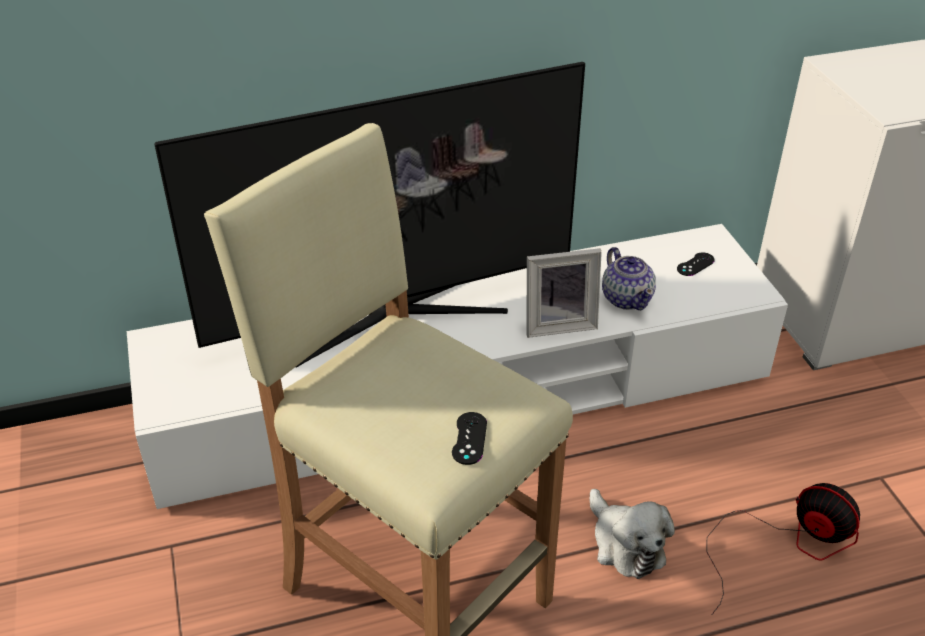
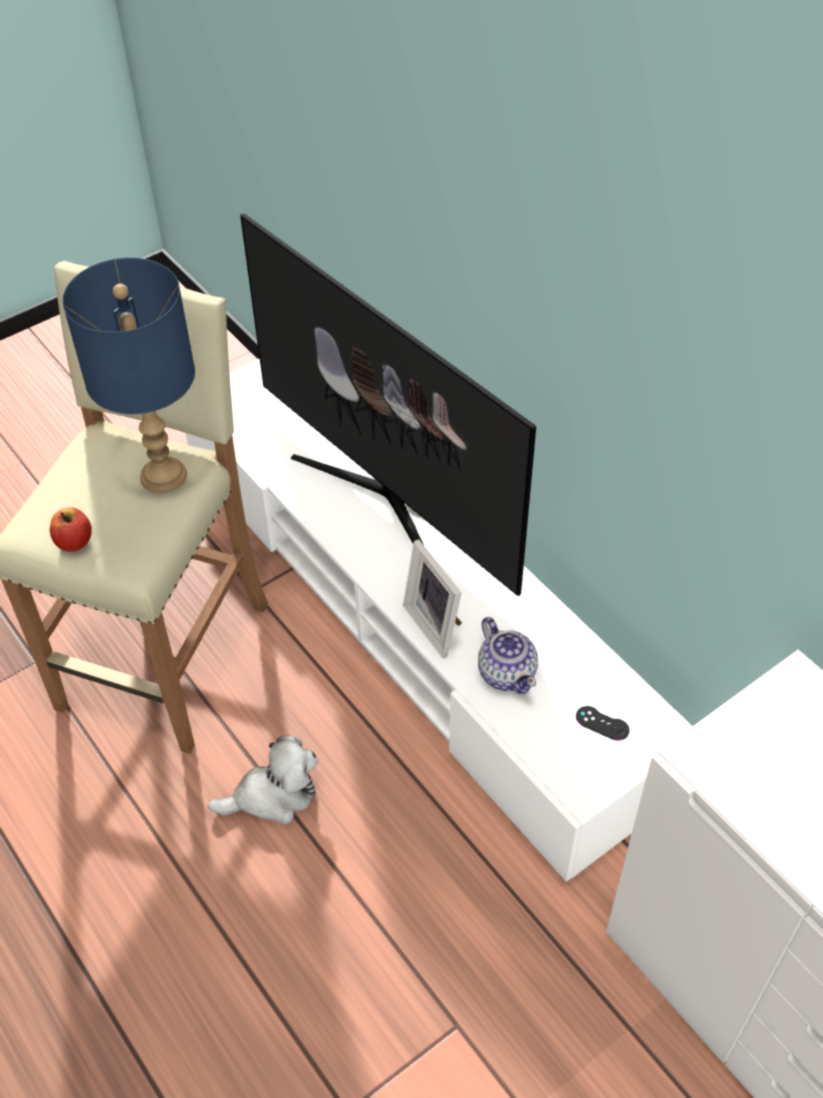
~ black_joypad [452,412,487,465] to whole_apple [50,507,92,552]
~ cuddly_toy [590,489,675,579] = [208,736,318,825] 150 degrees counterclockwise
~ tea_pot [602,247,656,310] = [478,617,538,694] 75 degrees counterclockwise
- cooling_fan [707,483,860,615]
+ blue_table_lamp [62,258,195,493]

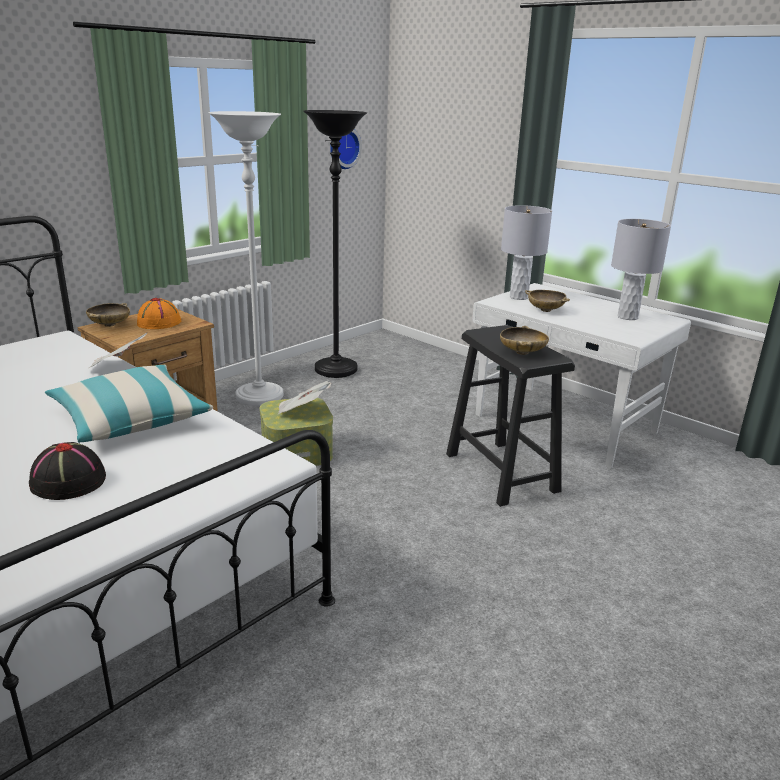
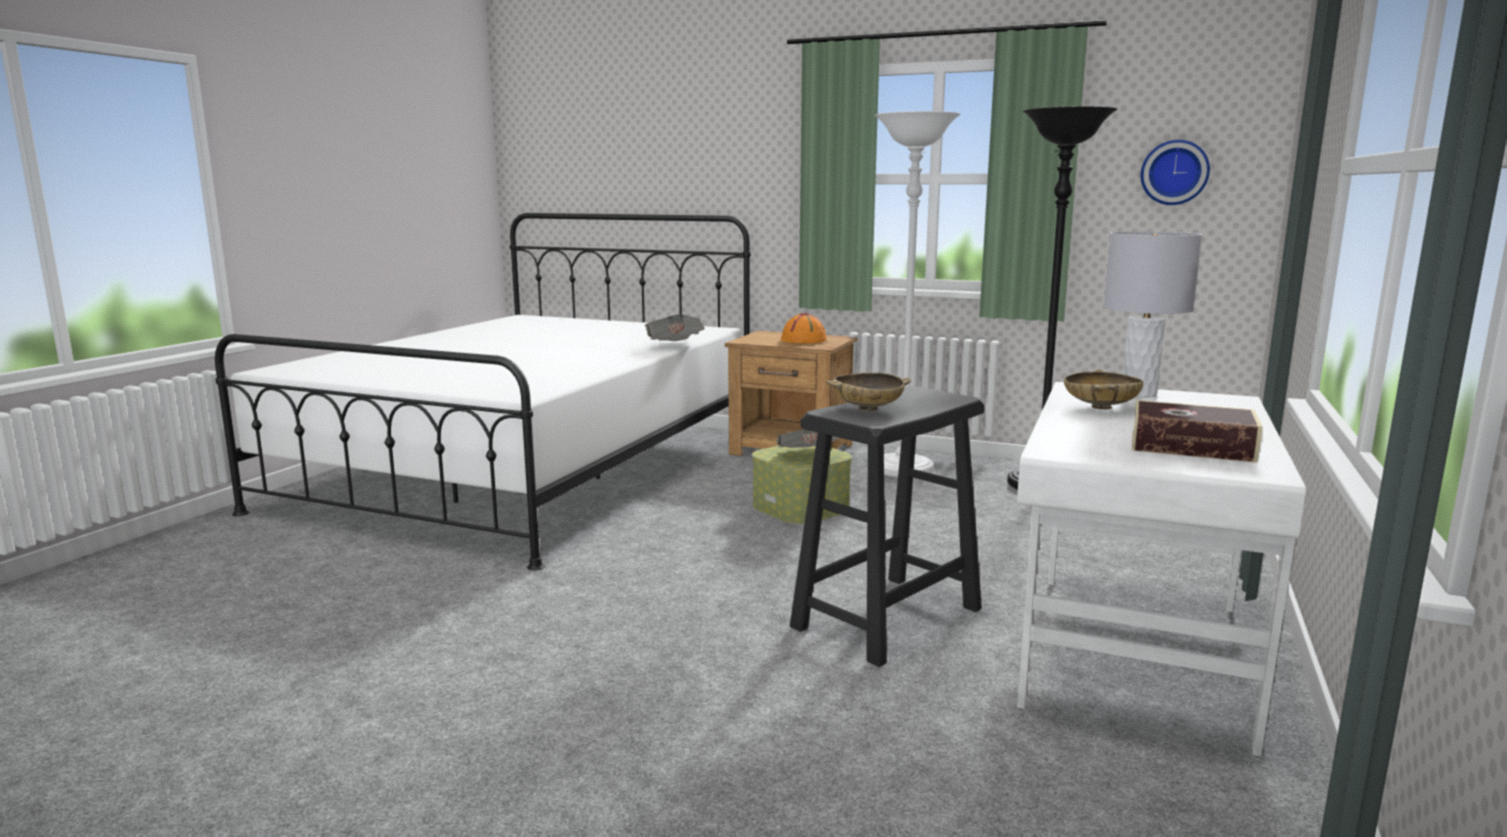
- black_wearable_hat [29,442,106,500]
- throw_pillow [45,365,213,443]
- sand-coloured_deep_dish [86,303,130,327]
~ grey_table_lamp [611,219,671,320] to volume [1132,400,1262,463]

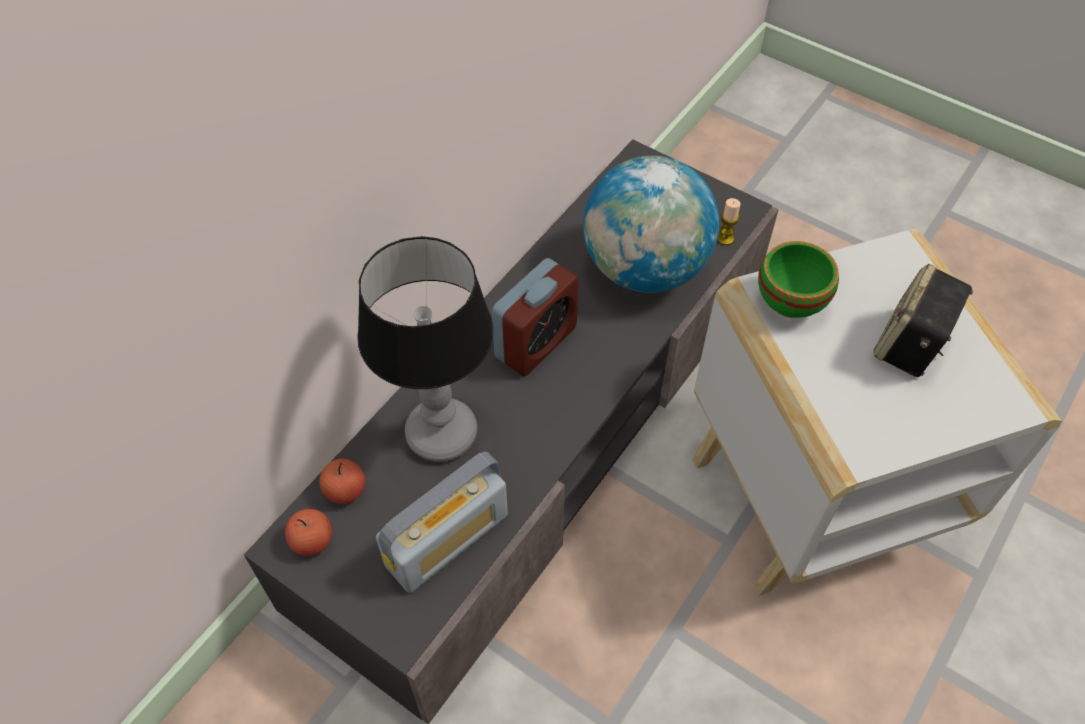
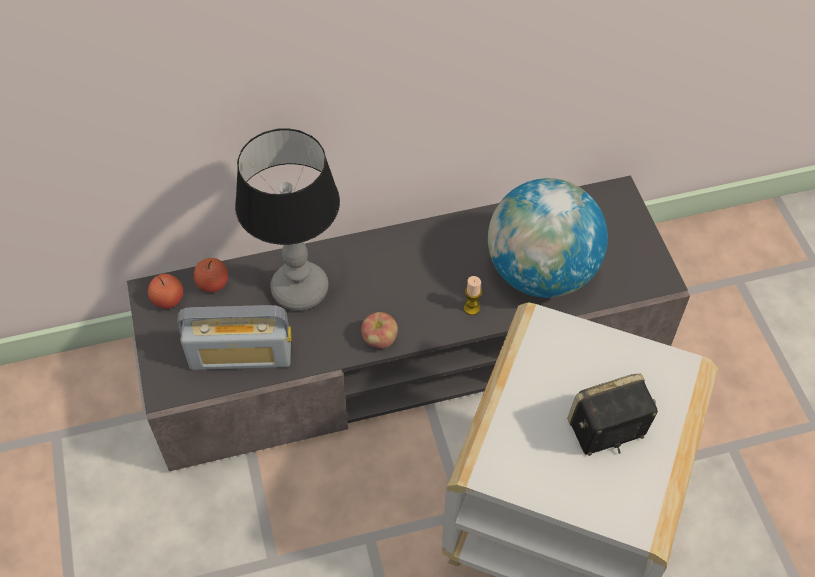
- table_clock [492,258,579,376]
~ candle [717,198,741,245] to [464,276,482,315]
- green-coloured_deep_dish [758,241,839,318]
+ whole_apple [361,312,398,349]

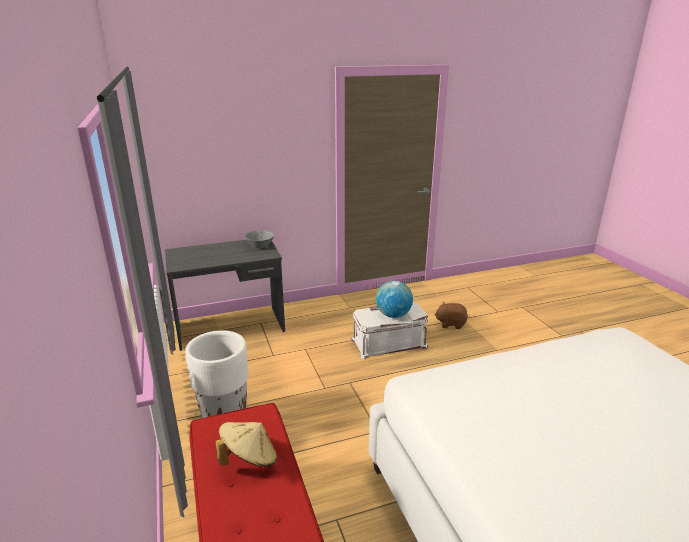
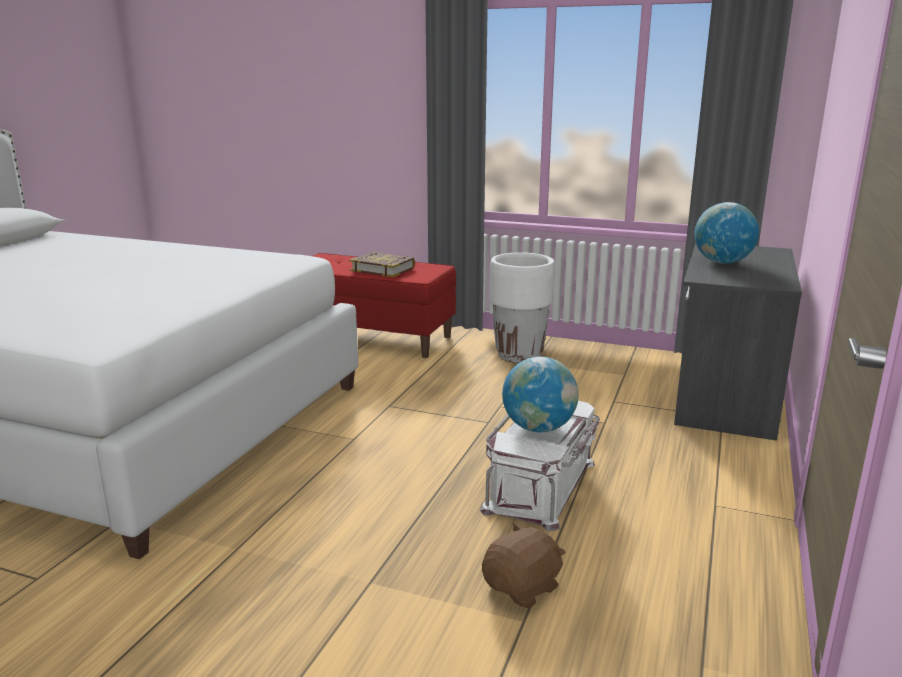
~ sand-coloured_wearable_hat [216,422,277,467] to volume [349,252,415,277]
- grey_deep_dish [245,230,274,248]
+ desk_globe [694,202,759,264]

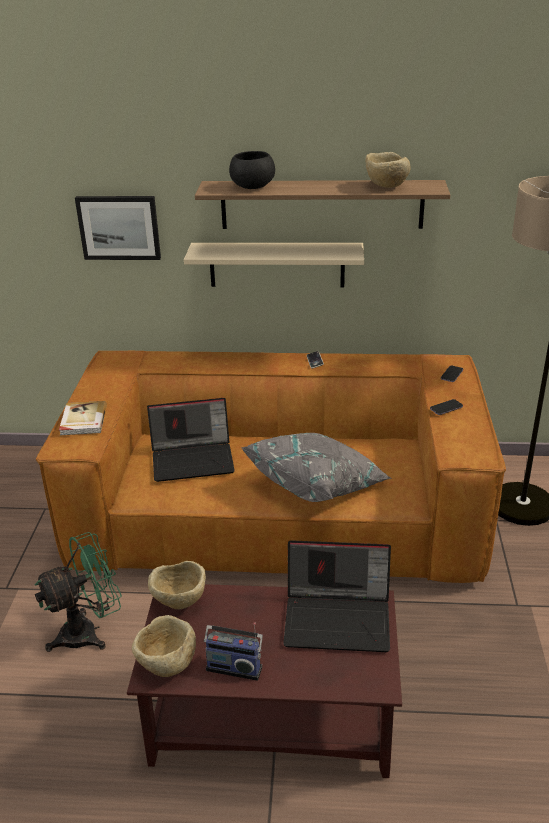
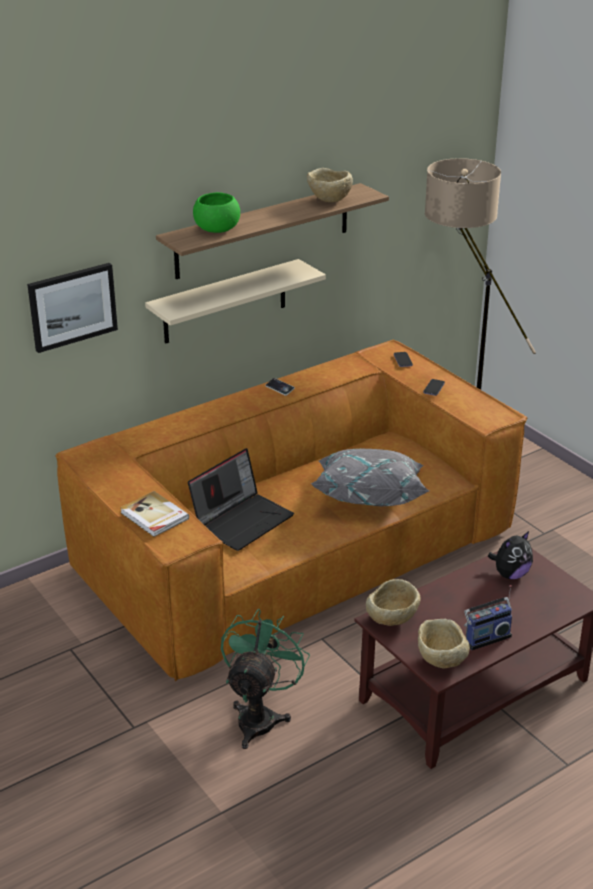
~ black_deep_dish [229,151,275,189] to green-coloured_deep_dish [193,192,240,233]
~ notebook_computer [283,540,391,652] to cuddly_toy [488,531,533,579]

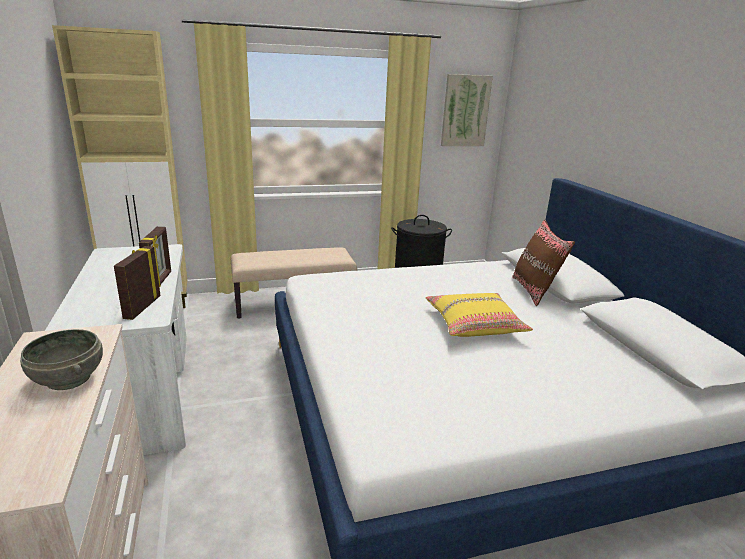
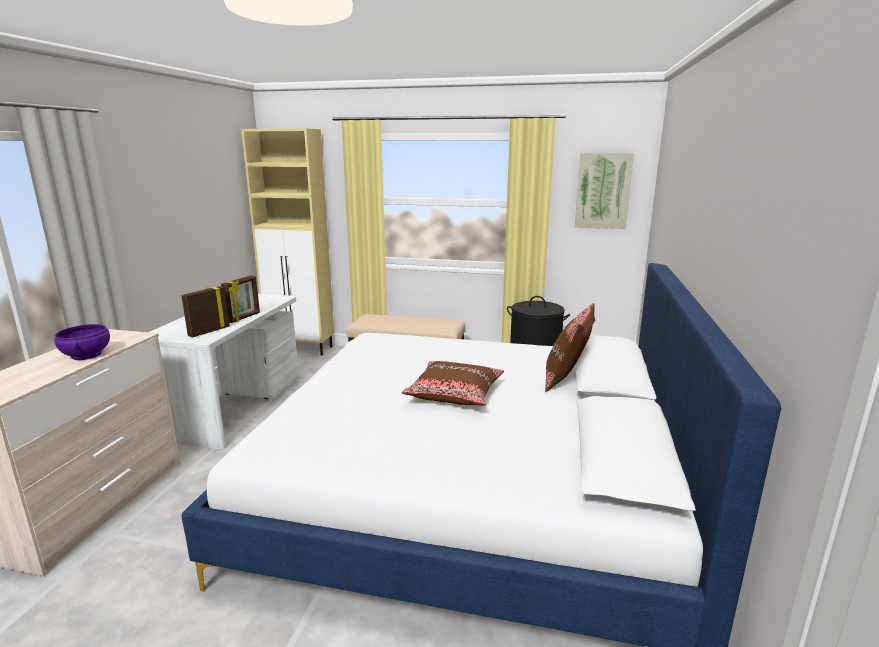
~ grey_deep_dish [20,329,103,390] to purplish_deep_dish [54,324,110,360]
~ yellow-coloured_throw_pillow [426,293,533,337] to brownish_throw_pillow [402,361,504,406]

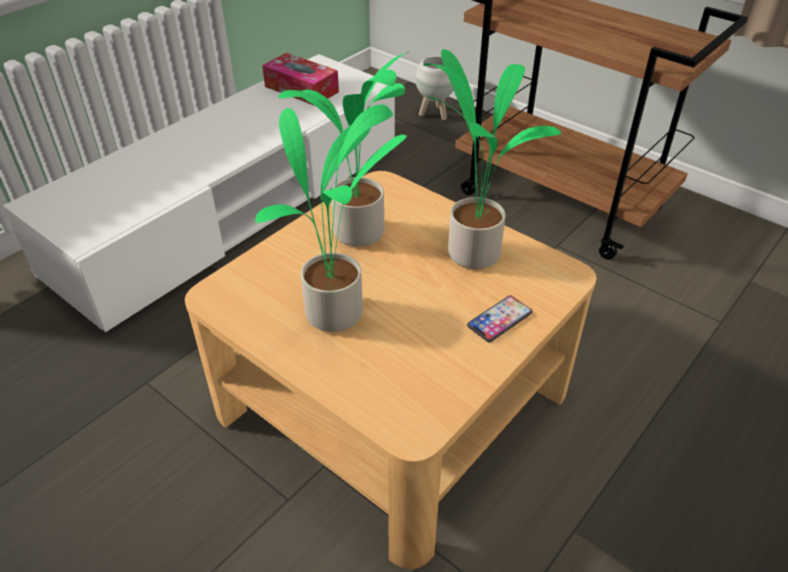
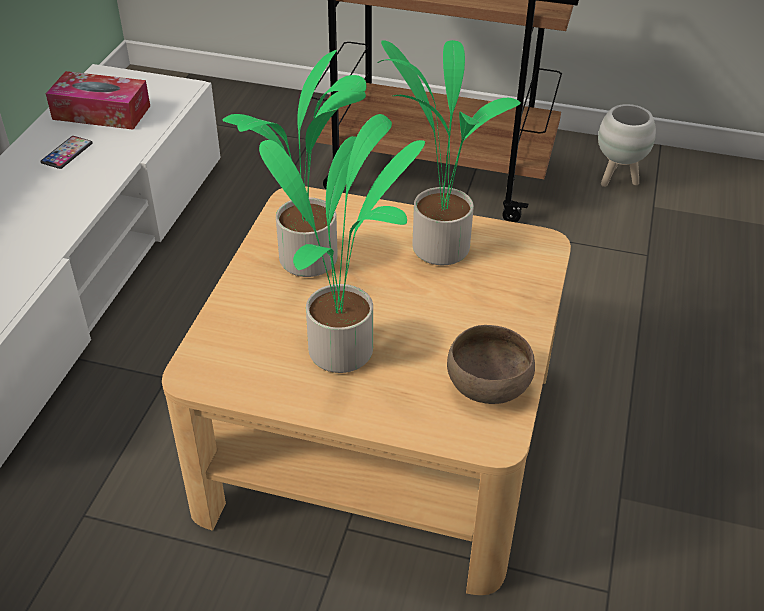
~ white_flower_pot [416,56,454,120] to [598,104,656,187]
~ handset [467,295,533,342] to [40,136,92,169]
+ brownish_deep_dish [447,325,535,404]

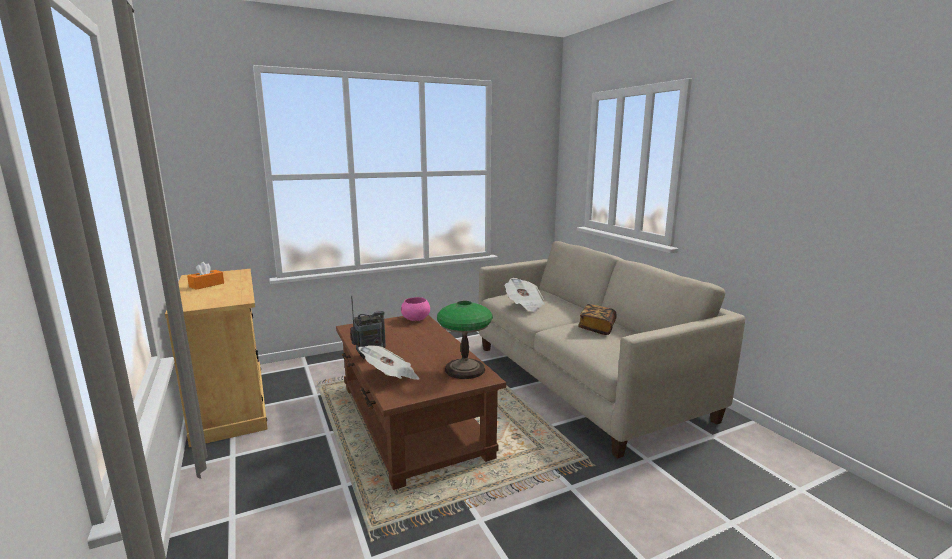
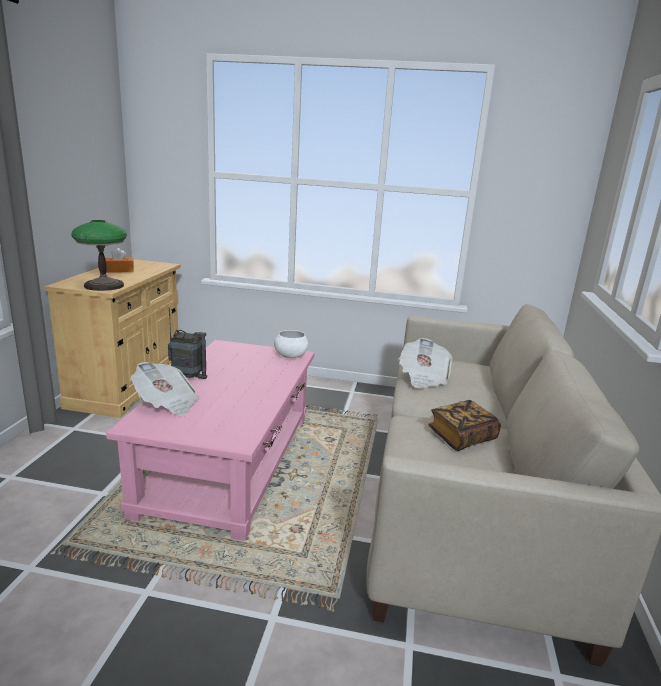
~ brownish_low_table [336,315,506,490] to pink_low_table [106,340,314,541]
~ pink_deep_dish [401,297,430,321] to white_deep_dish [274,330,308,358]
~ table_lamp [437,301,493,379] to [72,220,127,291]

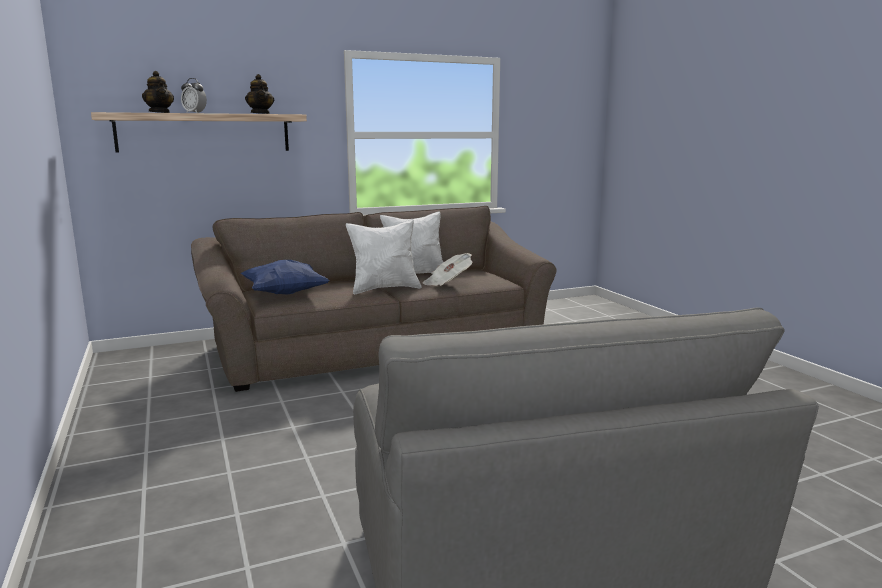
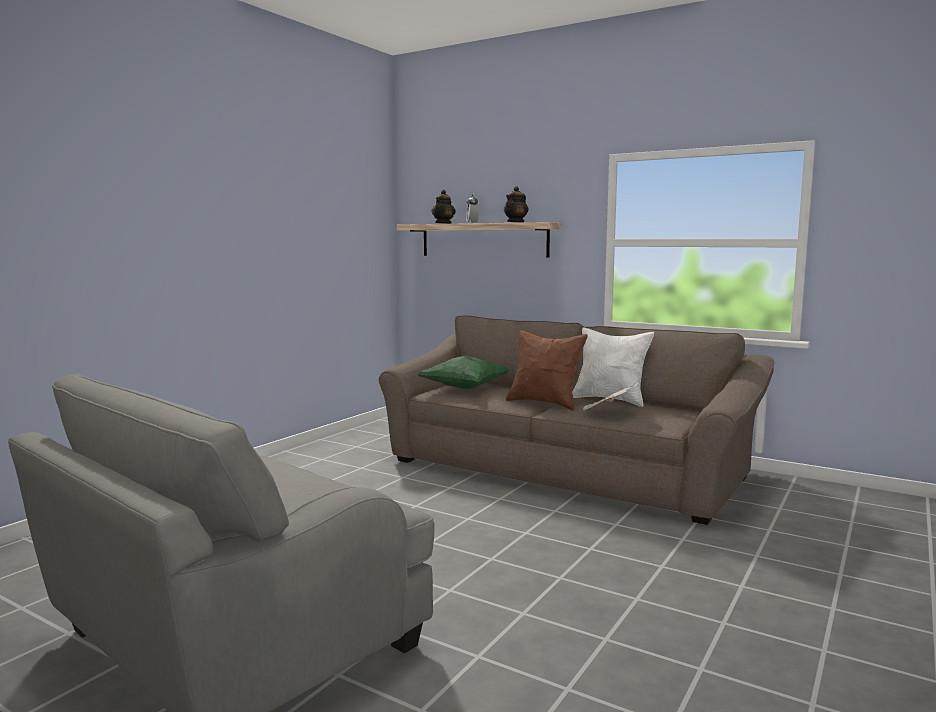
~ blue_throw_pillow [241,260,330,294] to green-coloured_throw_pillow [417,356,509,389]
~ white_throw_pillow [346,219,422,294] to brownish_throw_pillow [506,330,588,411]

